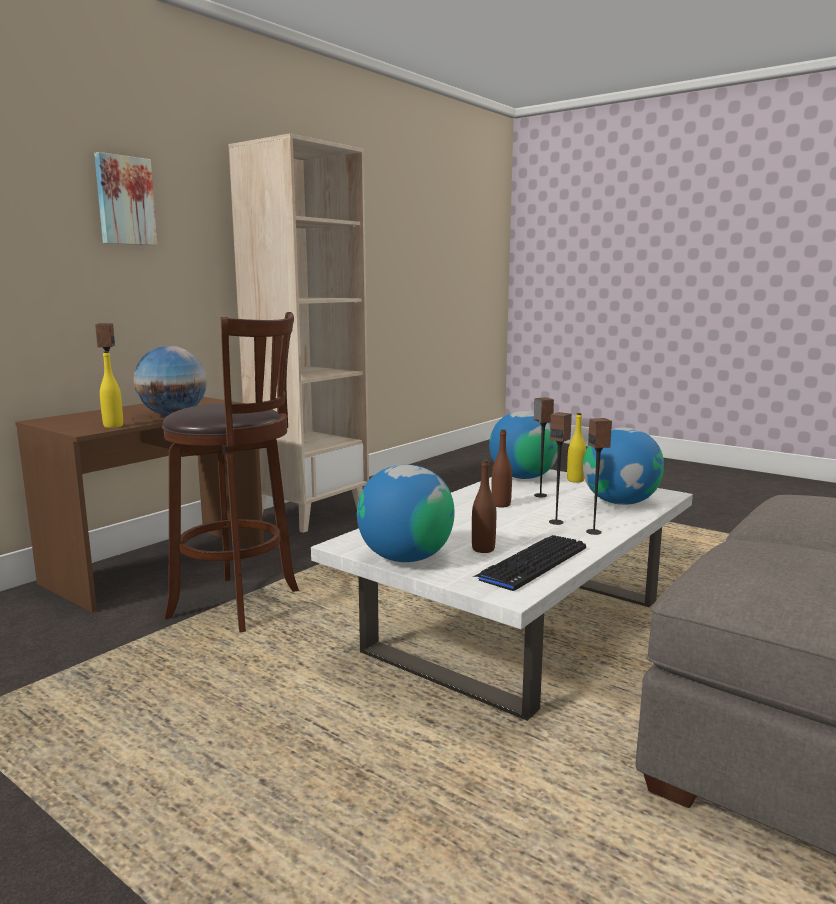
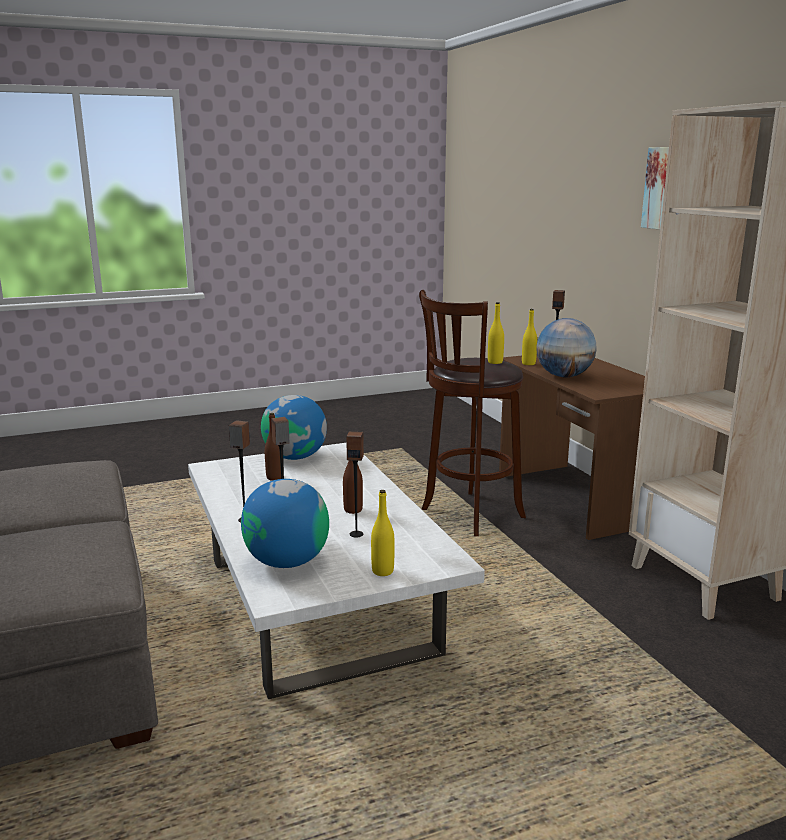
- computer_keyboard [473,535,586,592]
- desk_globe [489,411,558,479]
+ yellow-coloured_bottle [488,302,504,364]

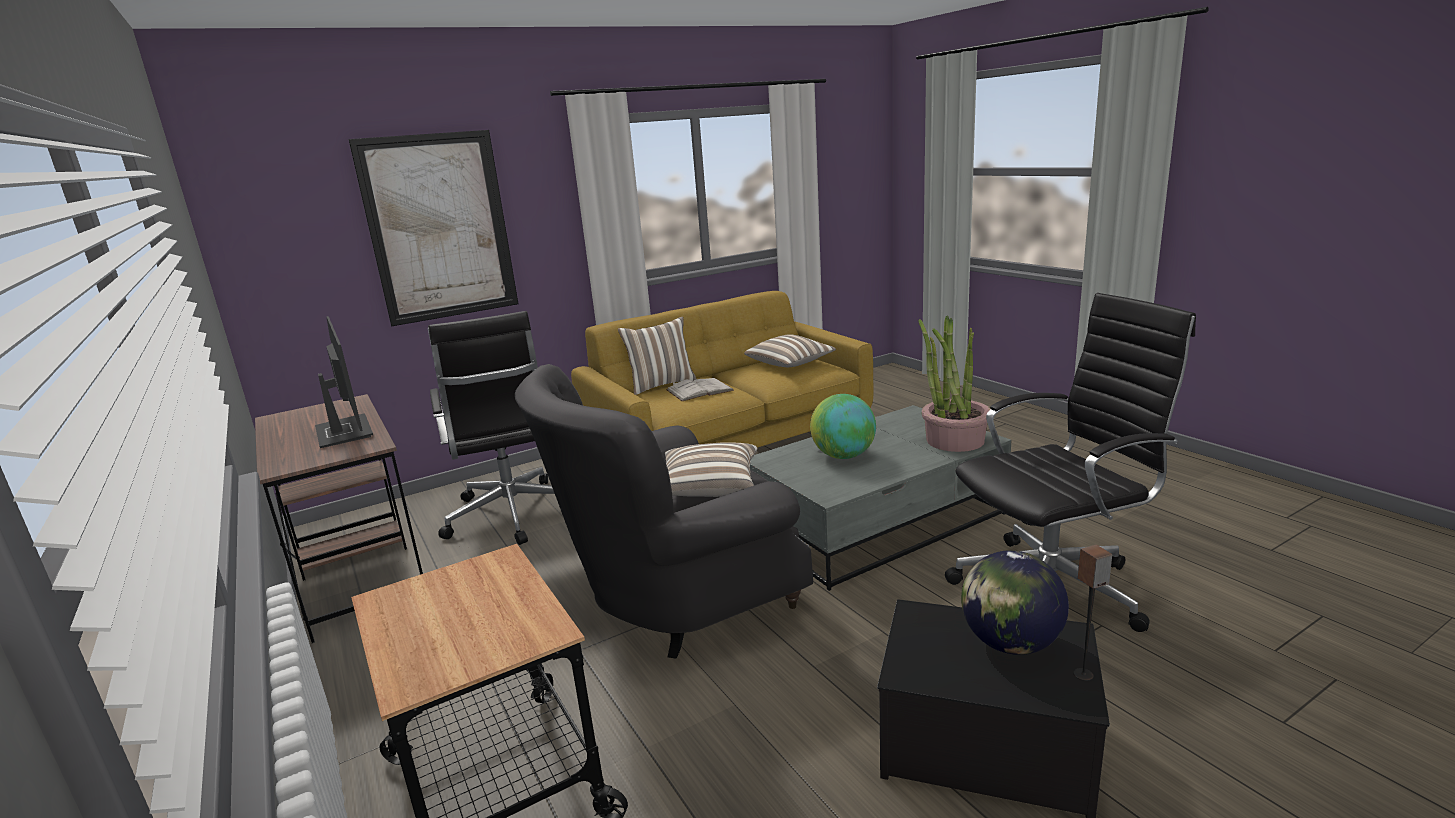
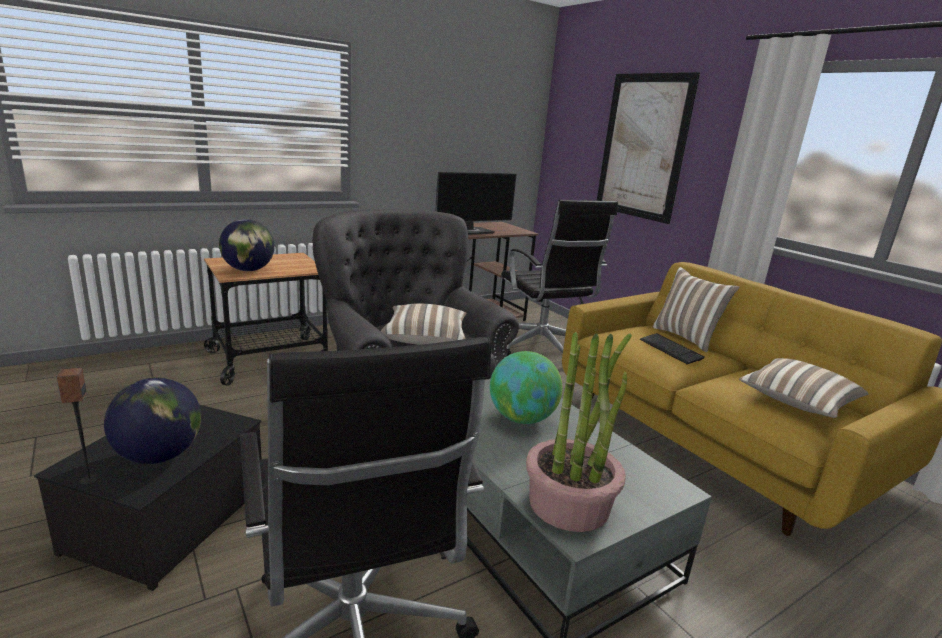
~ black_desk_chair [428,311,555,545] = [501,200,618,356] 90 degrees counterclockwise
~ white_volume [666,378,734,401] to computer_keyboard [640,333,705,364]
+ desk_globe [219,219,274,271]

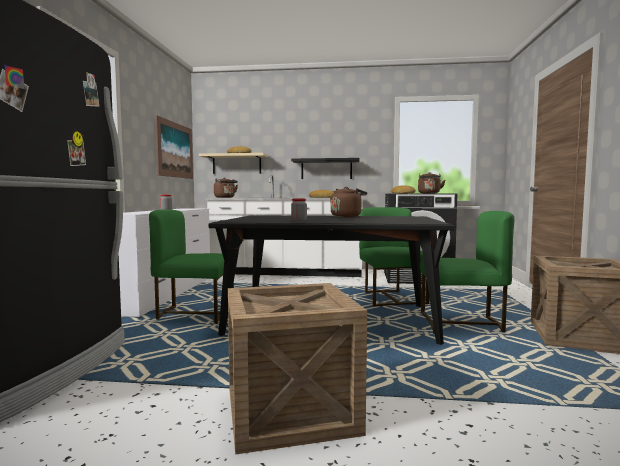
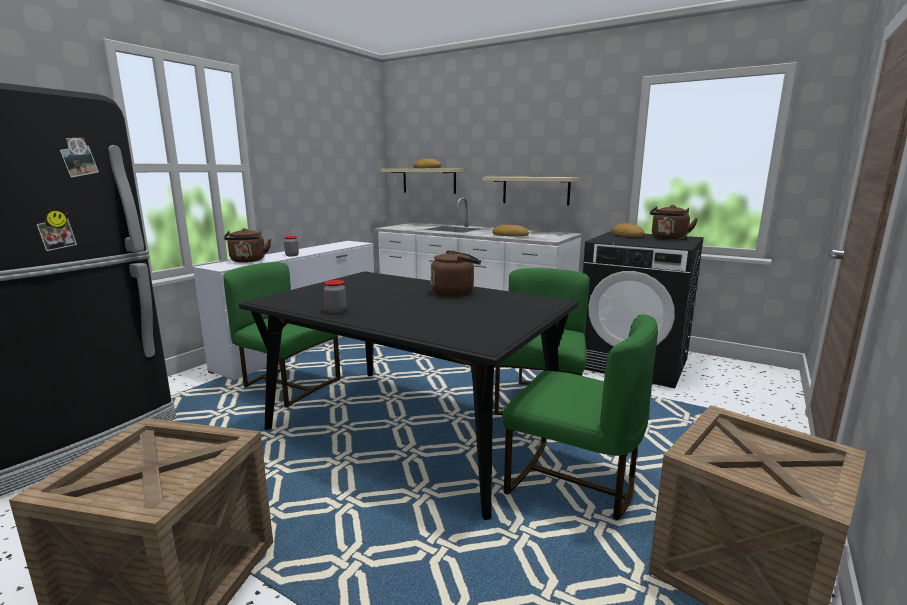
- wall_art [155,115,193,179]
~ brownish_water_kettle [214,177,238,198] to [224,228,271,263]
~ black_wall_shelf [291,158,359,179] to sand-coloured_wall_shelf [483,177,581,206]

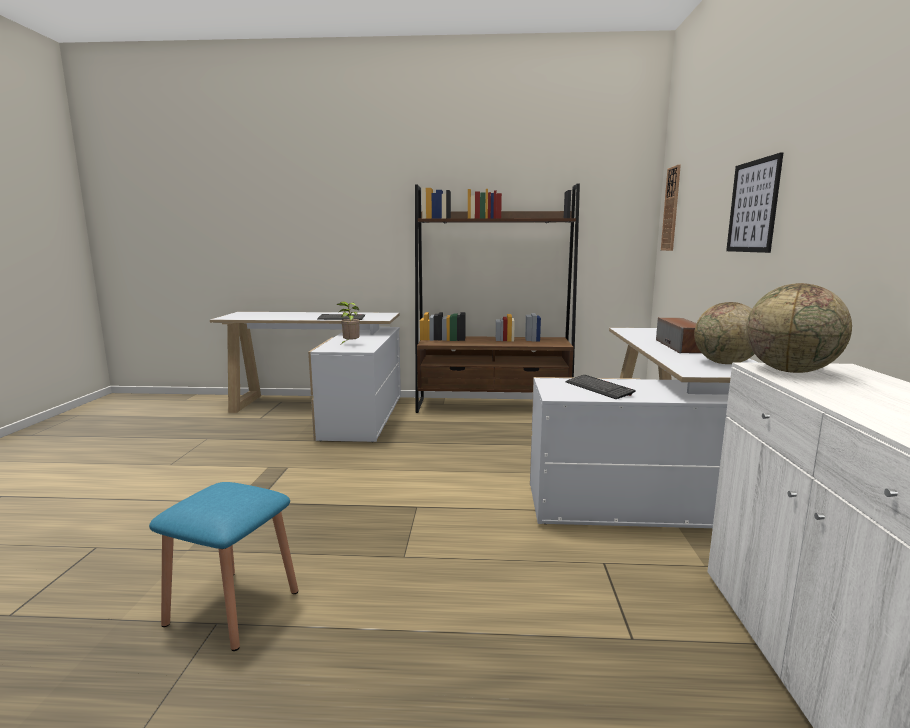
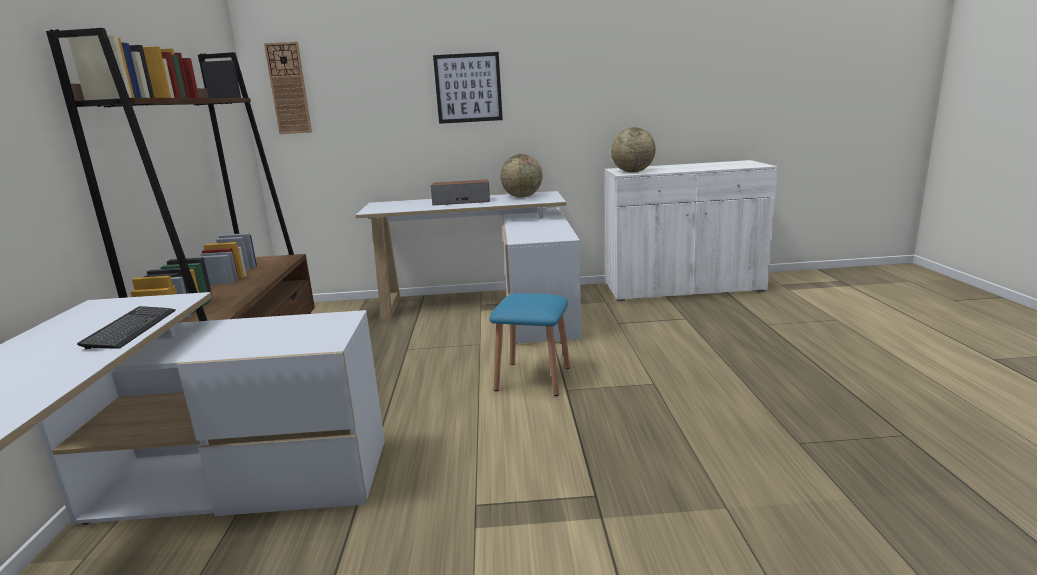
~ blue_sitting_stool [149,482,298,651] to [489,293,570,396]
- plant_in_a_pot [336,302,360,344]
- computer_keyboard [566,375,636,399]

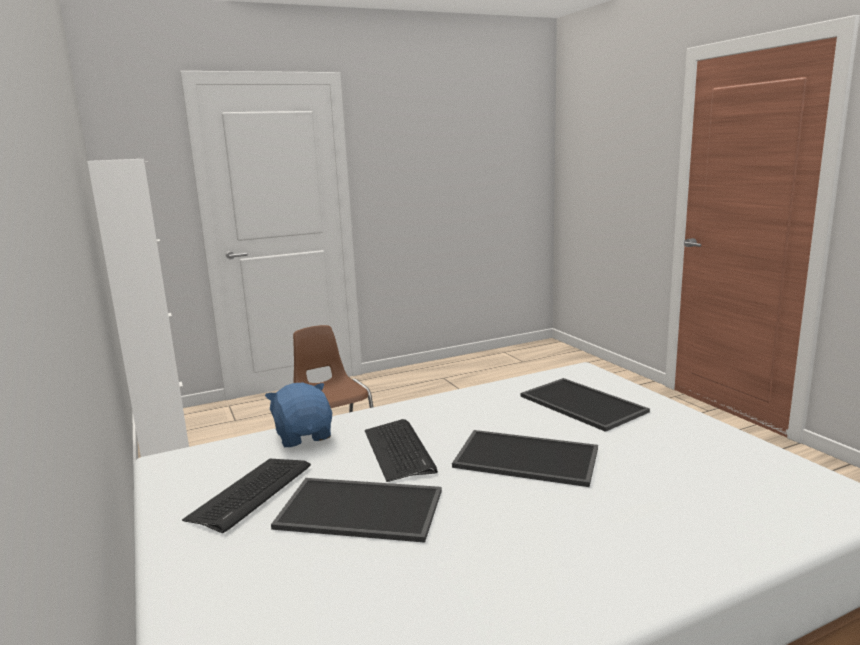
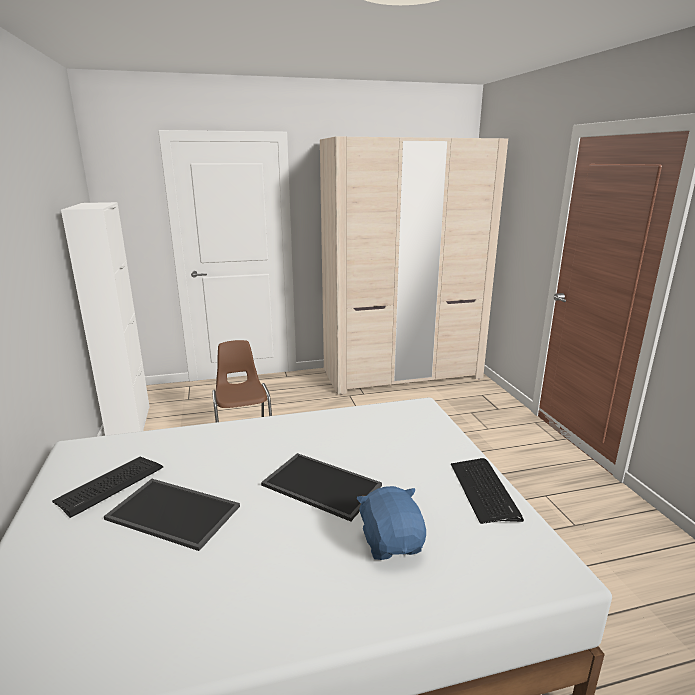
~ blue_cuddly_toy [265,382,332,447] to [356,486,426,560]
~ computer_keyboard [365,419,438,482] to [451,458,524,524]
- tray [520,378,650,432]
+ sand-coloured_clothes_cupboard [320,136,508,395]

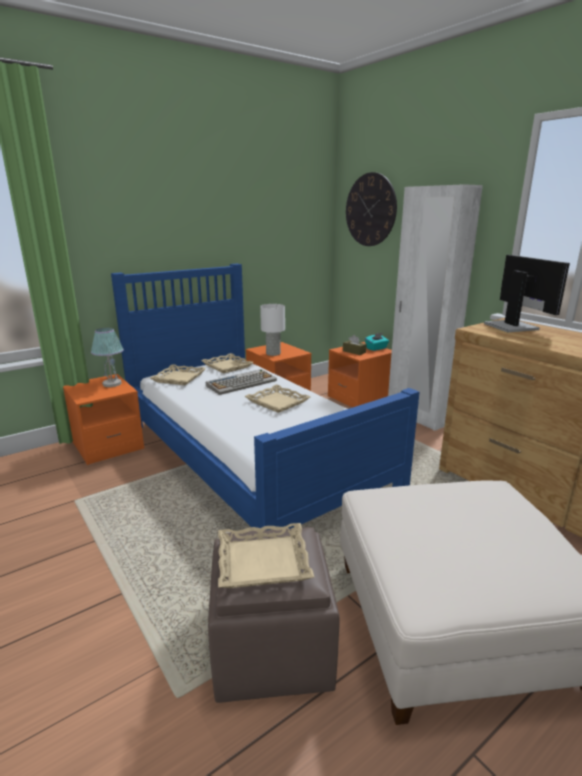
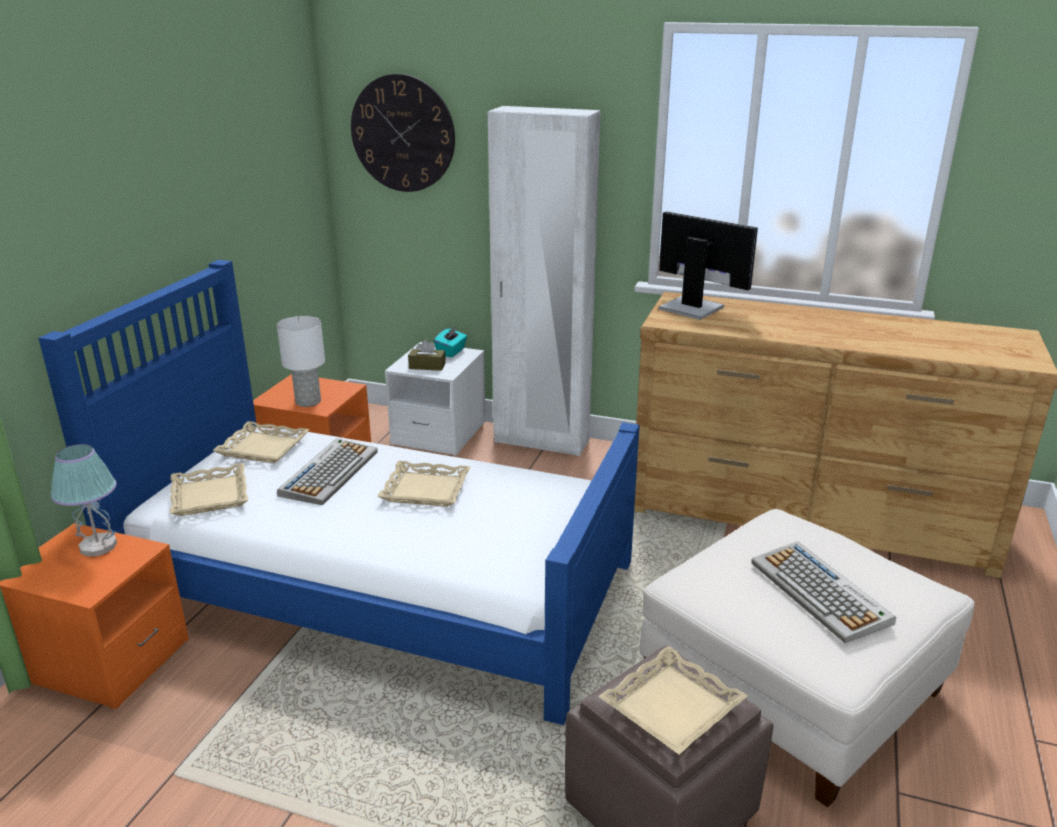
~ orange-coloured_night_table [328,342,392,408] to white_night_table [385,342,486,455]
+ computer_keyboard [751,541,896,643]

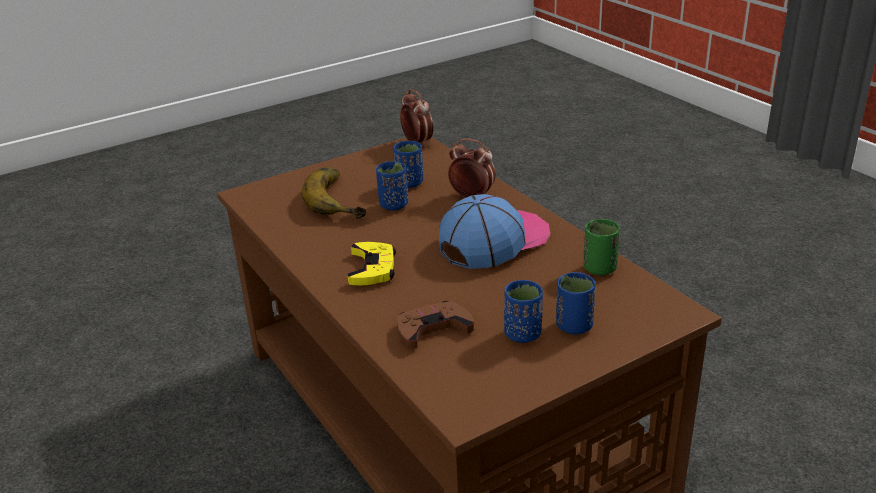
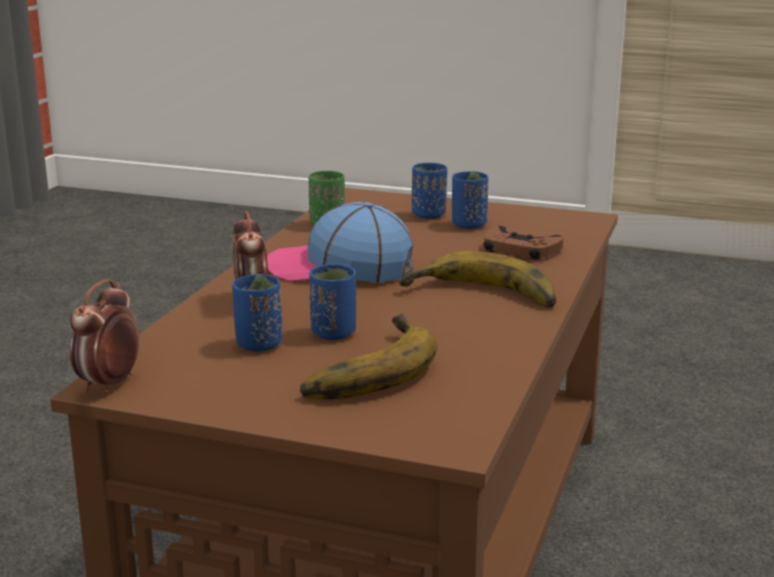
~ yellow-coloured_joypad [347,242,396,286] to whole_banana [399,251,556,308]

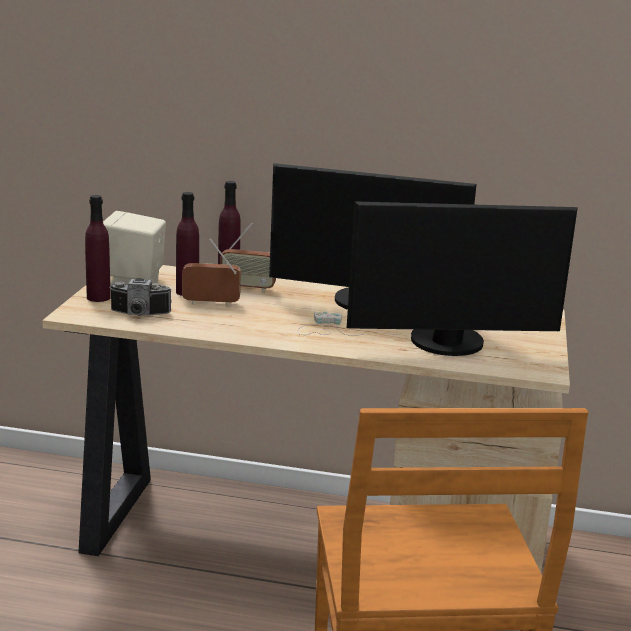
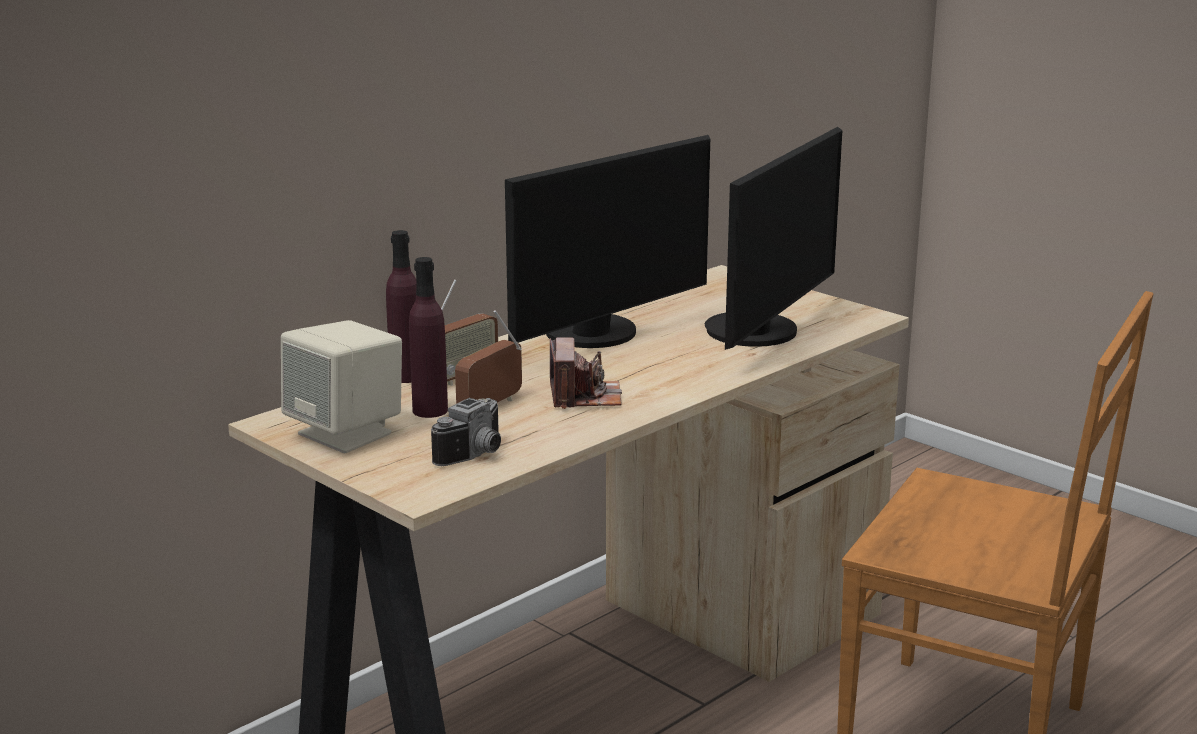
- purplish_bottle [85,195,111,302]
- white_joypad [297,312,363,336]
+ photo_camera [550,337,622,409]

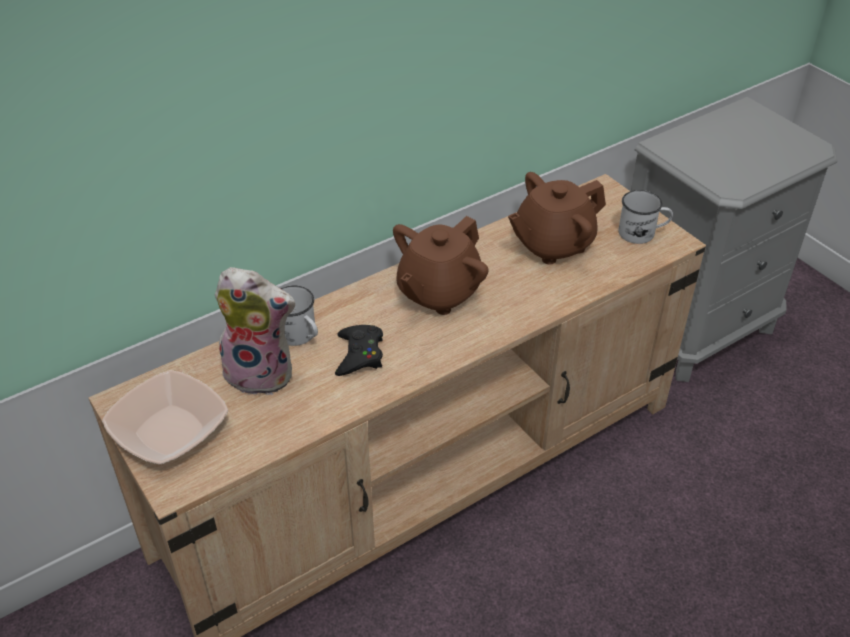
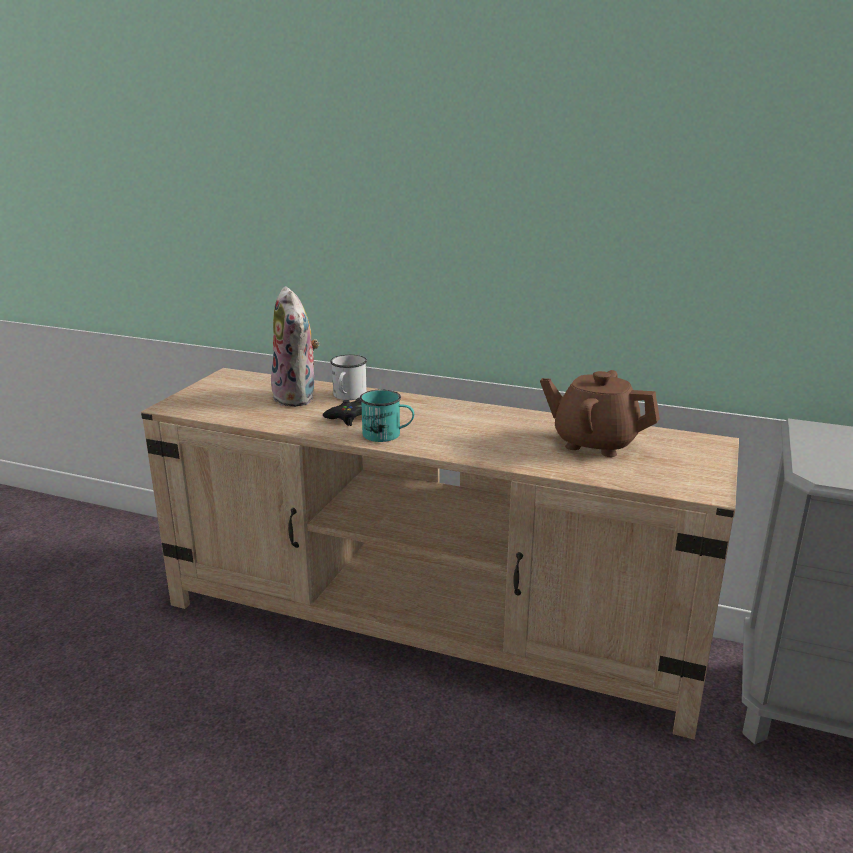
- deep_dish [102,370,228,464]
- brownish_tea_pot [393,216,489,315]
- white_tea_mug [618,190,673,244]
+ turquoise_tea_mug [360,390,414,442]

